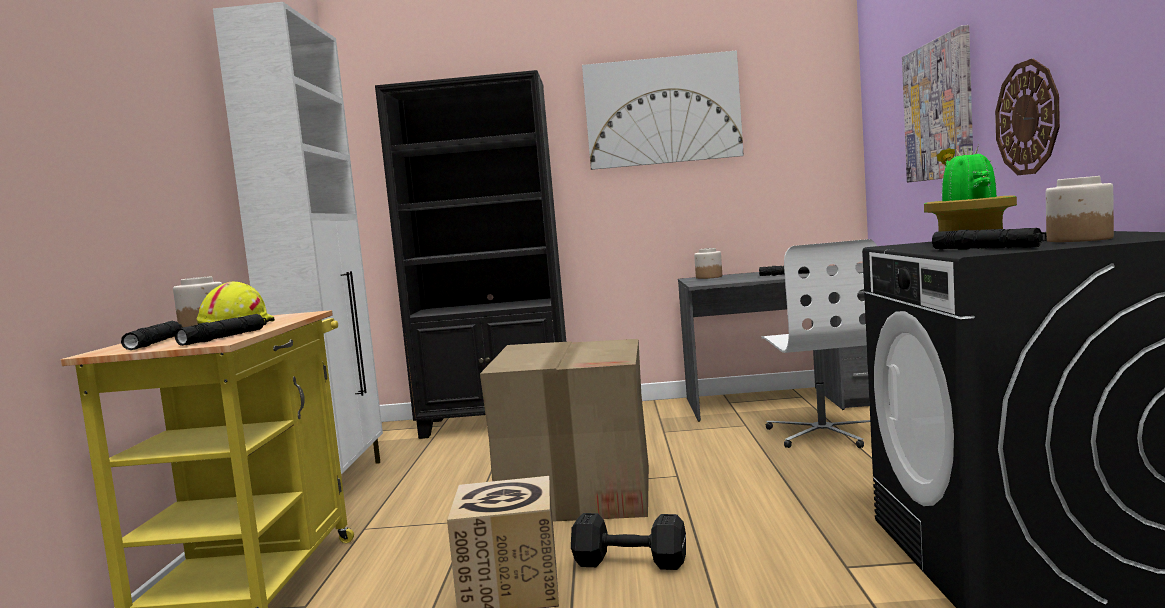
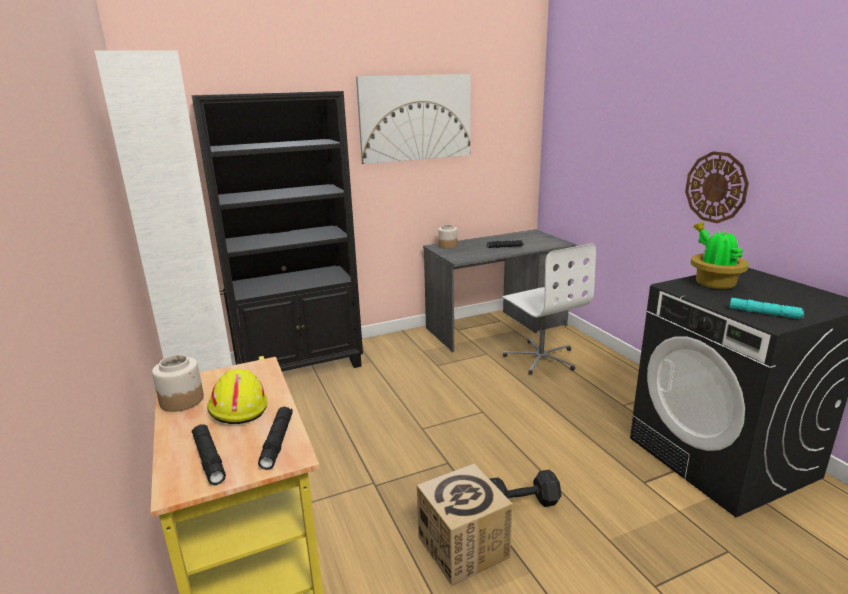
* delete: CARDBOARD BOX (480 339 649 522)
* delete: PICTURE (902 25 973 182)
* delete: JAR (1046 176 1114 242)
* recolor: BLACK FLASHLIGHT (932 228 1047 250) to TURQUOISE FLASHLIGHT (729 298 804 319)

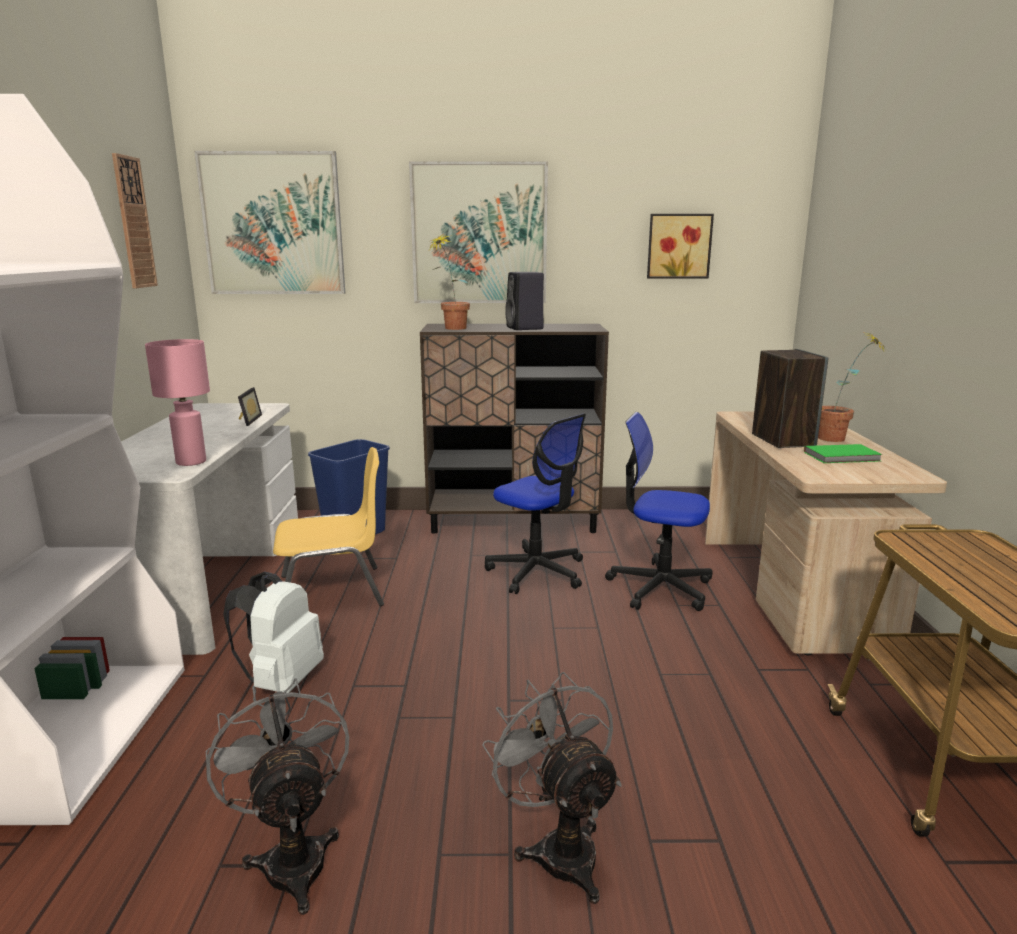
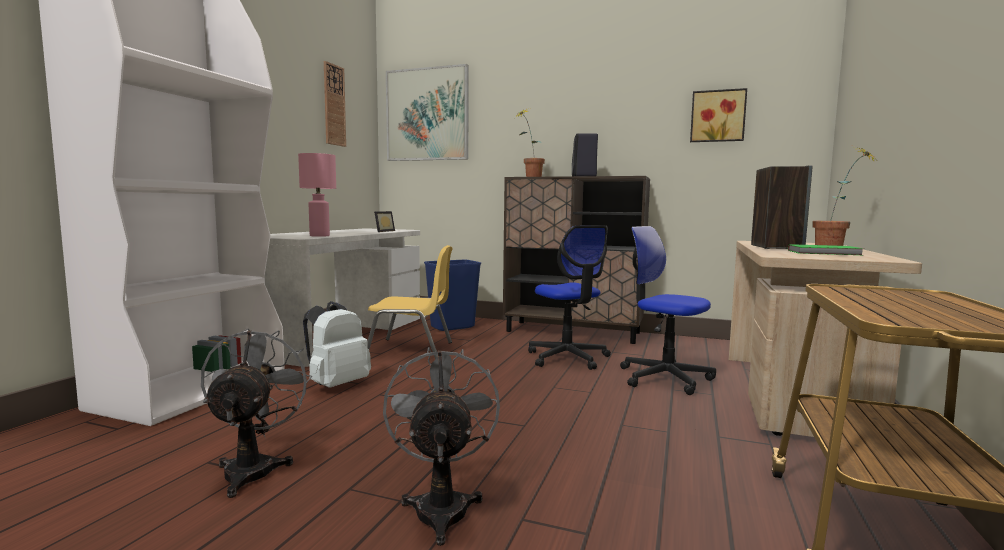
* delete: PICTURE (409 161 548 303)

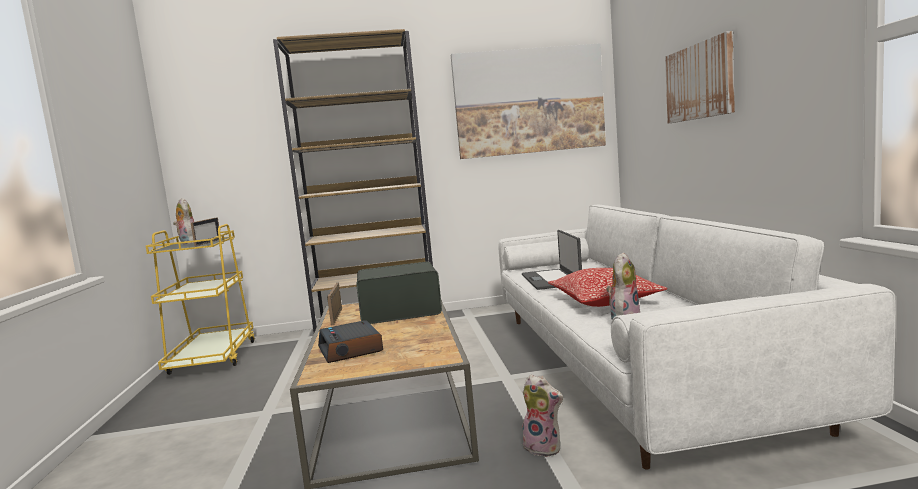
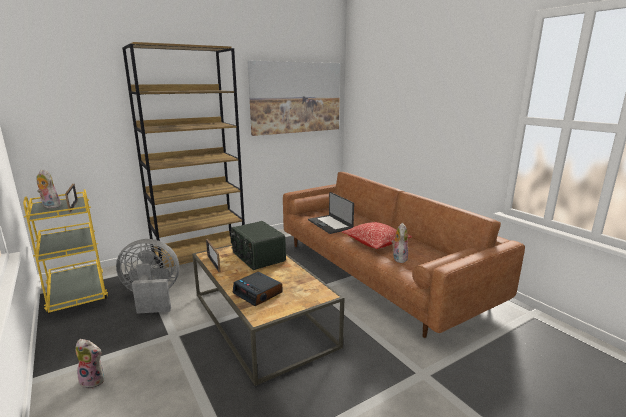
* delete: PICTURE (665 31 735 123)
* insert: GREY FAN (116 239 179 314)
* move: PLUSH TOY (522 374 563 457) to (76 339 104 388)
* recolor: WHITE SOFA (498 205 896 470) to BROWN SOFA (283 172 525 338)
* rotate: RADIO (356 262 442 324) = (230 221 286 270) 90 degrees counterclockwise

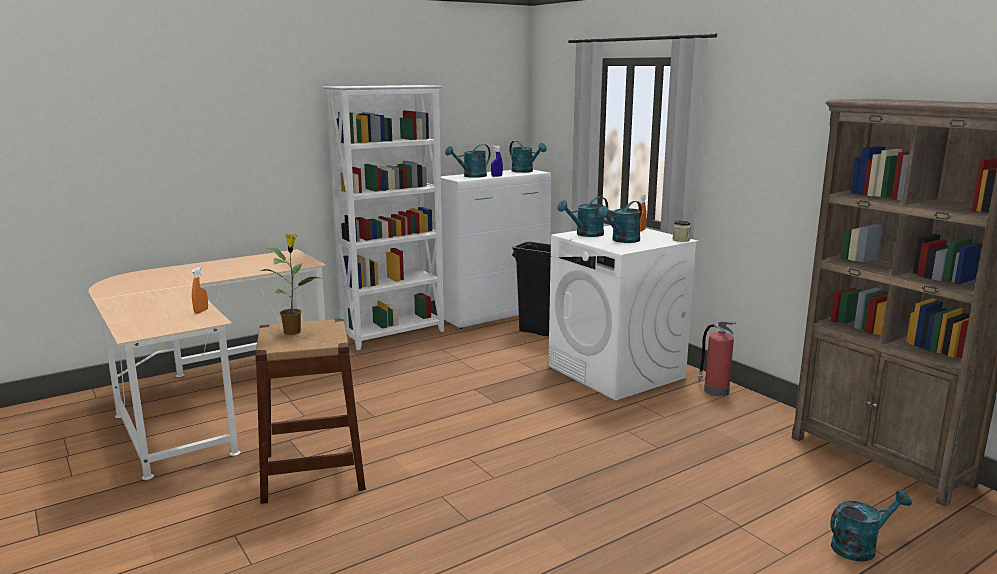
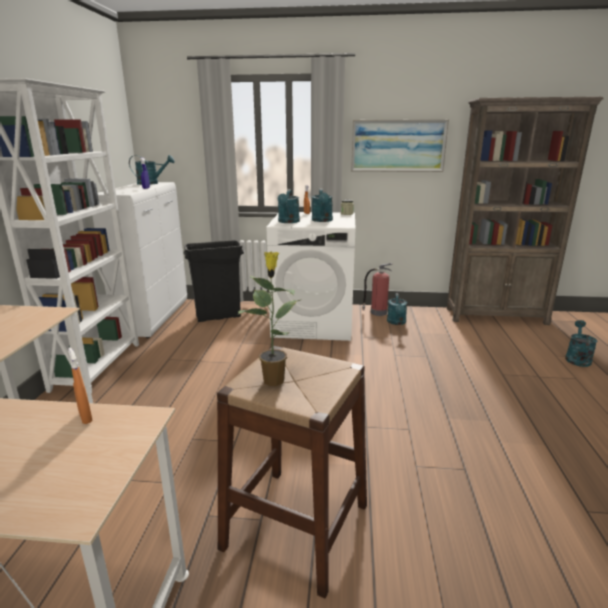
* insert: PICTURE (351 119 449 172)
* move: TURQUOISE WATERING CAN (445 144 490 178) to (387 293 407 325)

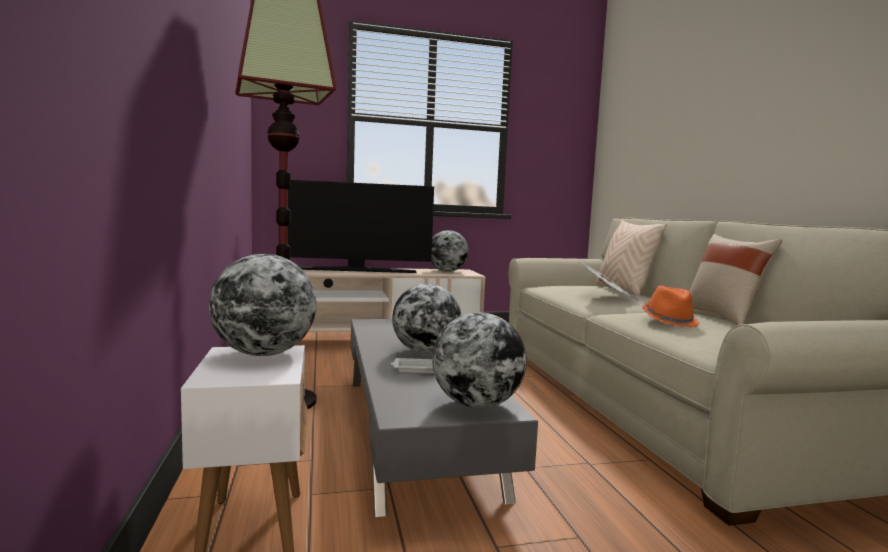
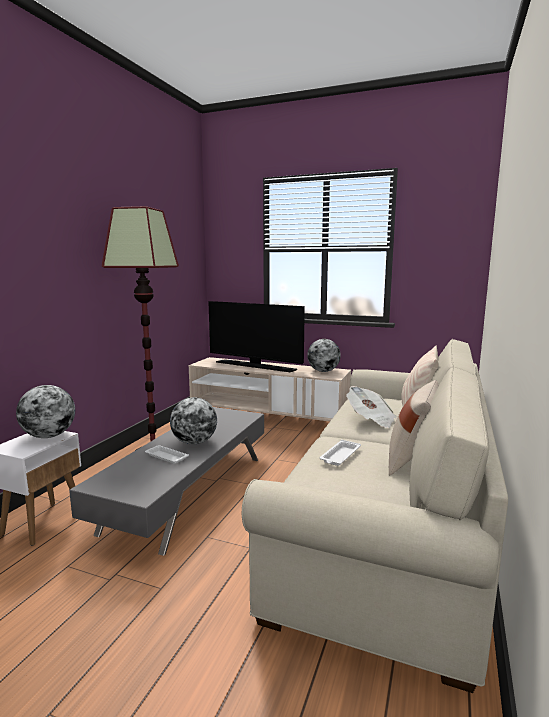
* delete: GLOBE (432 312 527 408)
* replace: ORANGE HAT (642 286 699 328) to WHITE TRAY (320 440 361 466)

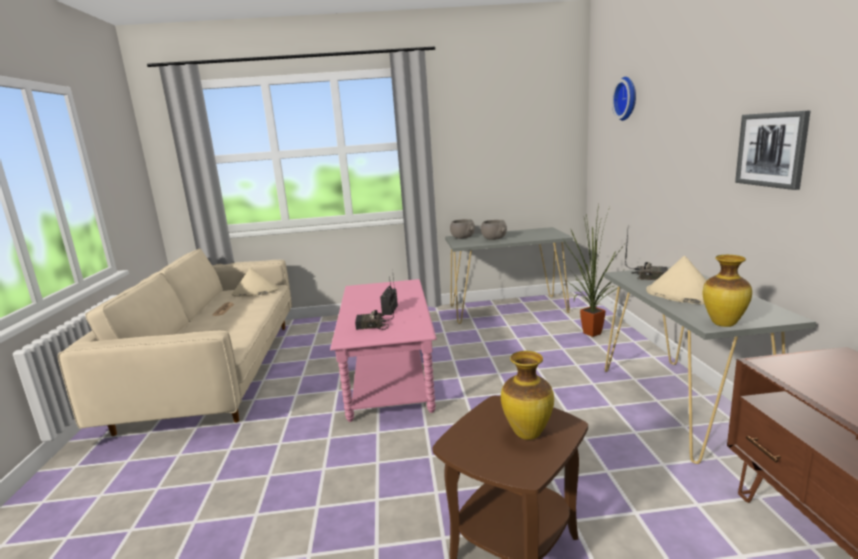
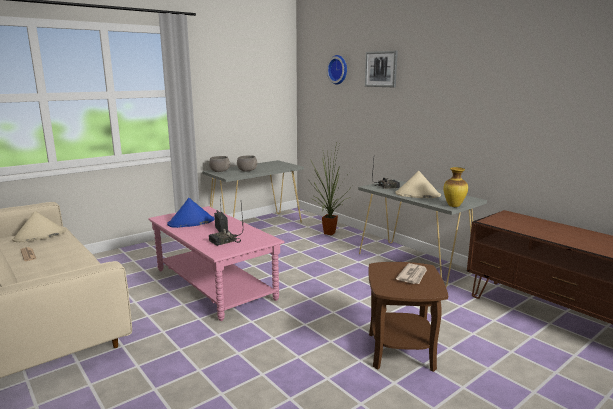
* insert: BLUE HAT (167 198 215 228)
* move: PICTURE (735 110 811 190) to (365 50 398 87)
* replace: VASE (501 351 554 440) to NEWSPAPER (396 263 427 284)

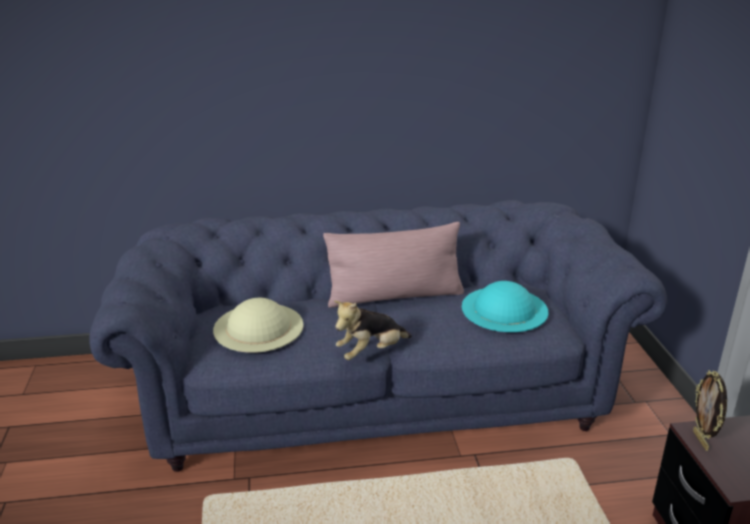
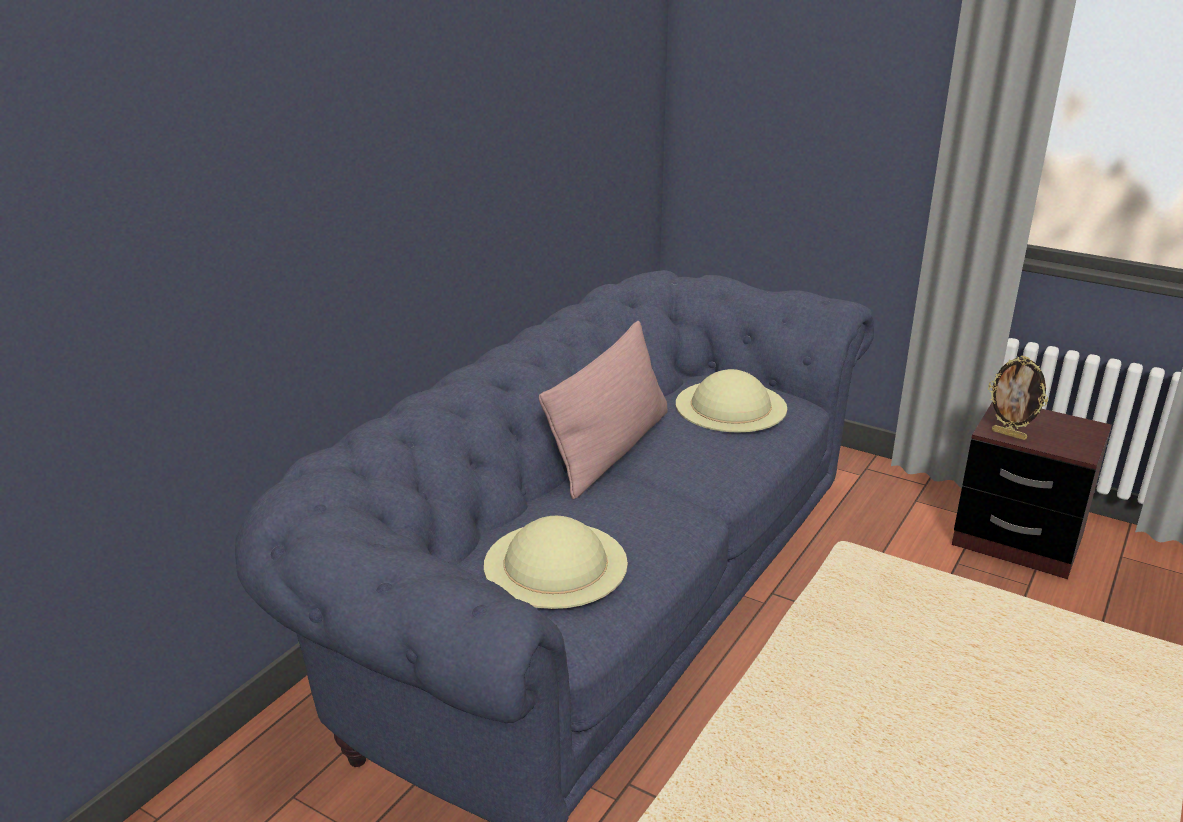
* delete: PLUSH TOY (334 301 412 360)
* recolor: TURQUOISE HAT (462 281 548 332) to BEIGE HAT (676 369 787 433)

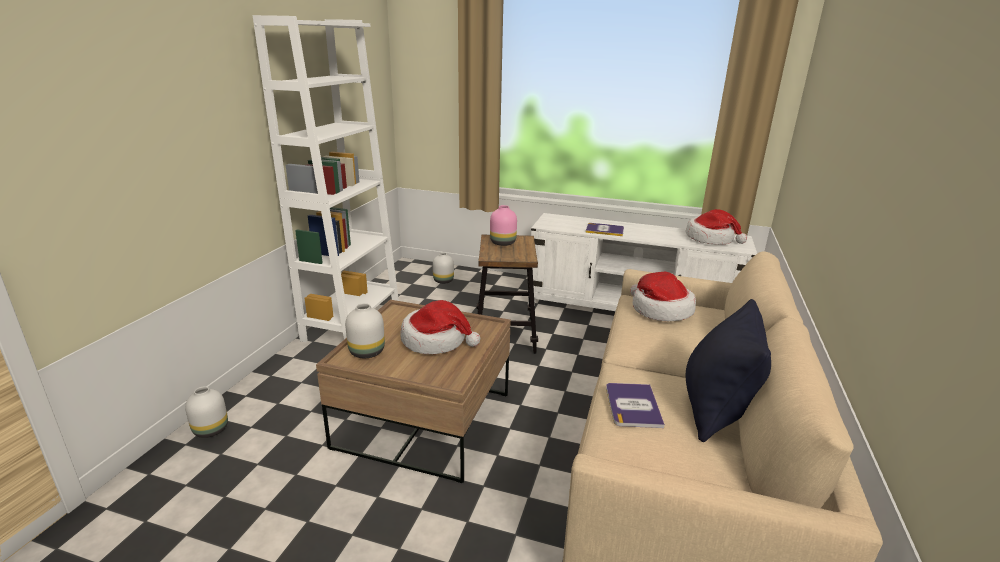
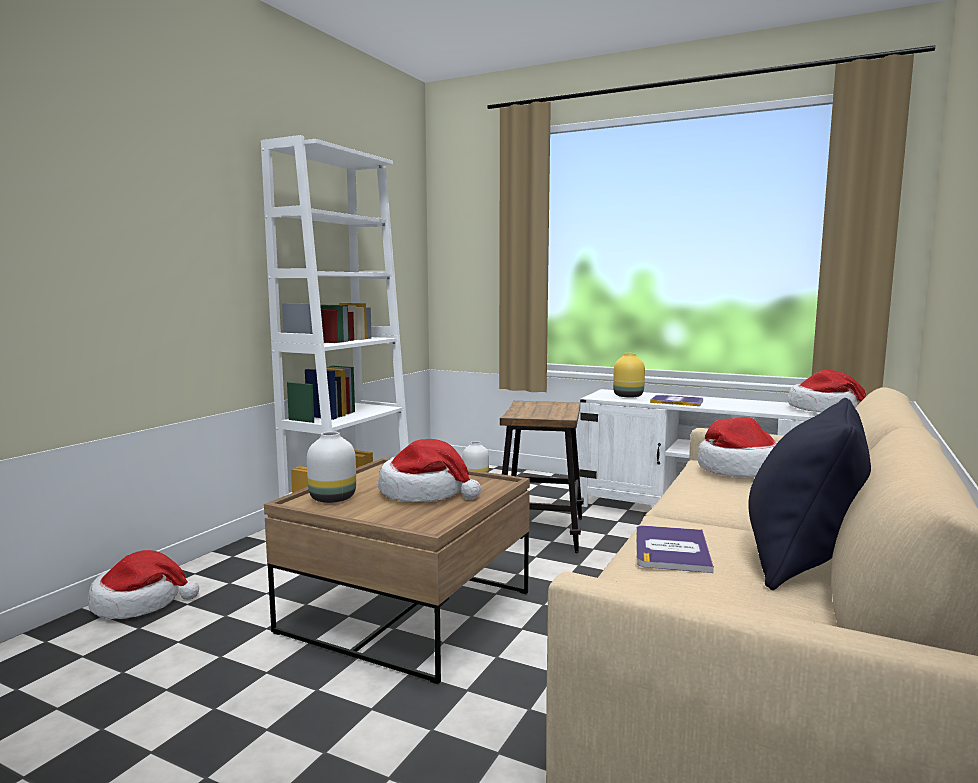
* delete: PINK VASE (490 205 517 246)
* insert: YELLOW VASE (613 353 645 398)
* replace: WHITE VASE (185 386 228 438) to HAT (88 550 199 619)

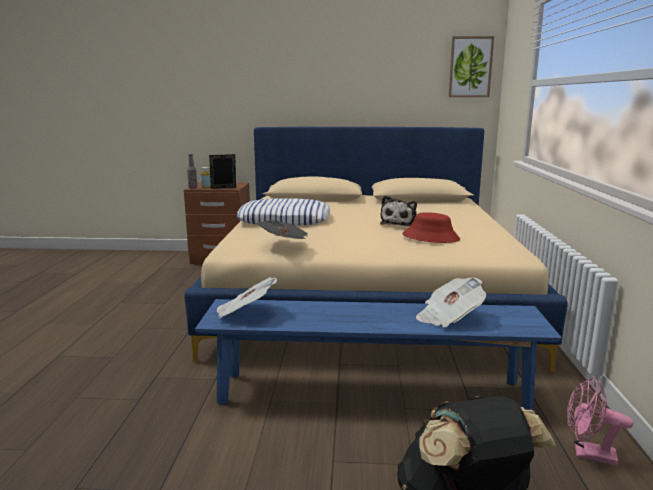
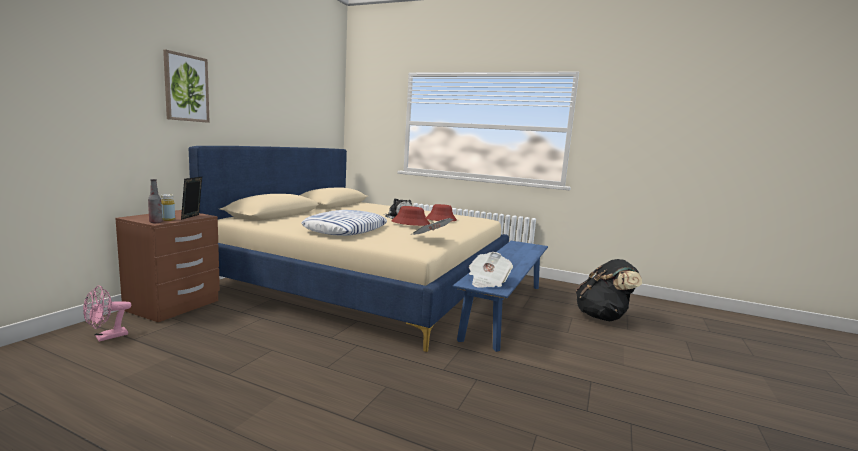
* delete: NEWSPAPER (416 277 486 327)
* insert: RED HAT (391 206 430 226)
* move: PICTURE (448 36 494 97) to (163 50 210 123)
* move: PINK FAN (567 377 634 466) to (83 285 131 342)

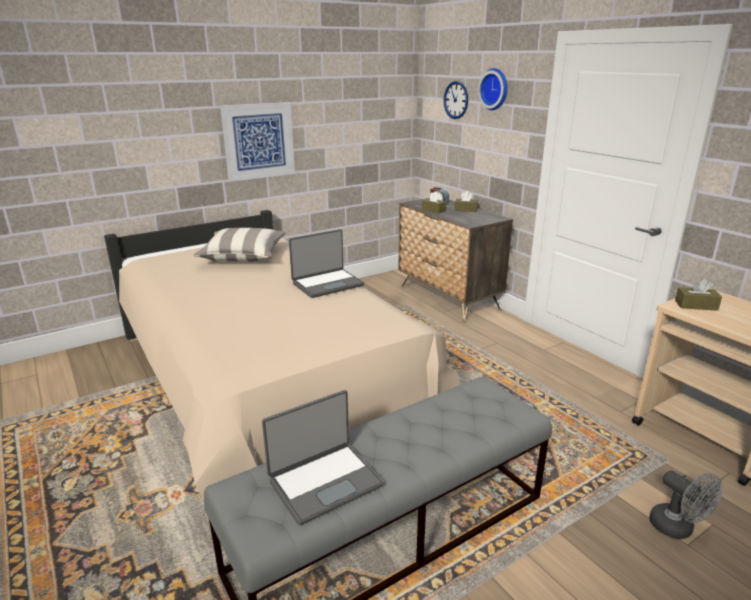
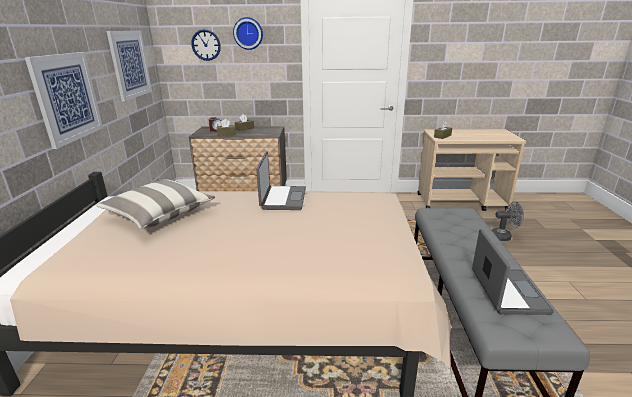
* insert: PICTURE (107 31 152 101)

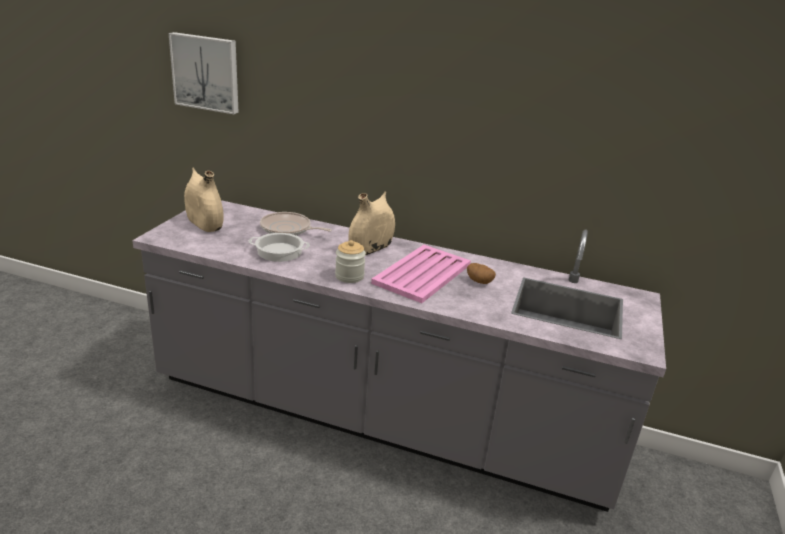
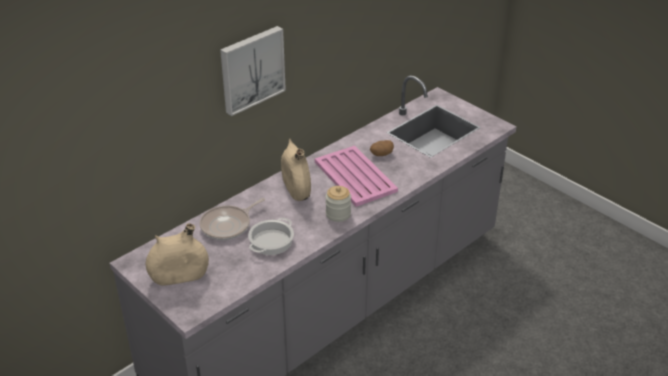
* move: PICTURE (169 32 239 114) to (220 26 286 116)

